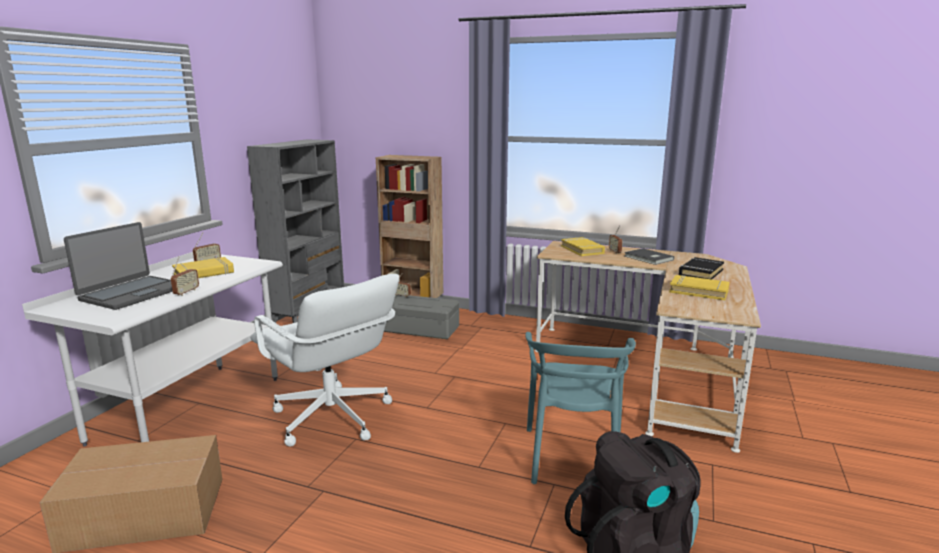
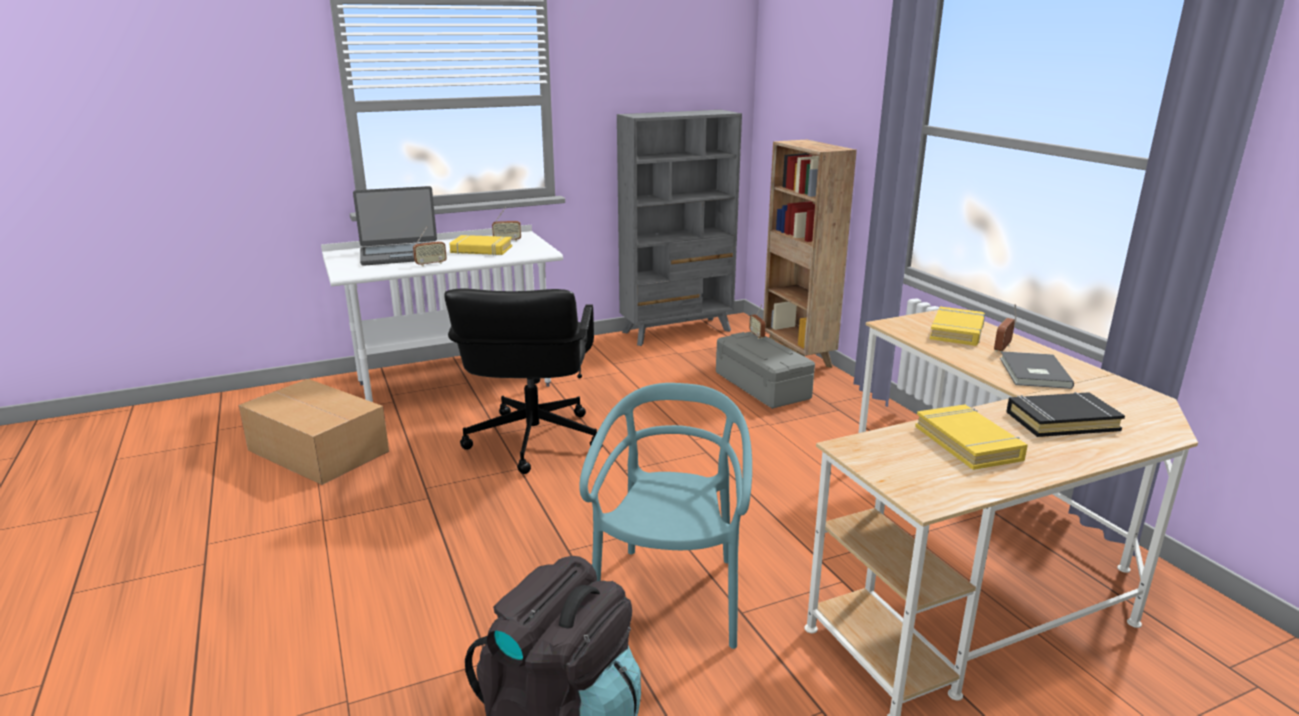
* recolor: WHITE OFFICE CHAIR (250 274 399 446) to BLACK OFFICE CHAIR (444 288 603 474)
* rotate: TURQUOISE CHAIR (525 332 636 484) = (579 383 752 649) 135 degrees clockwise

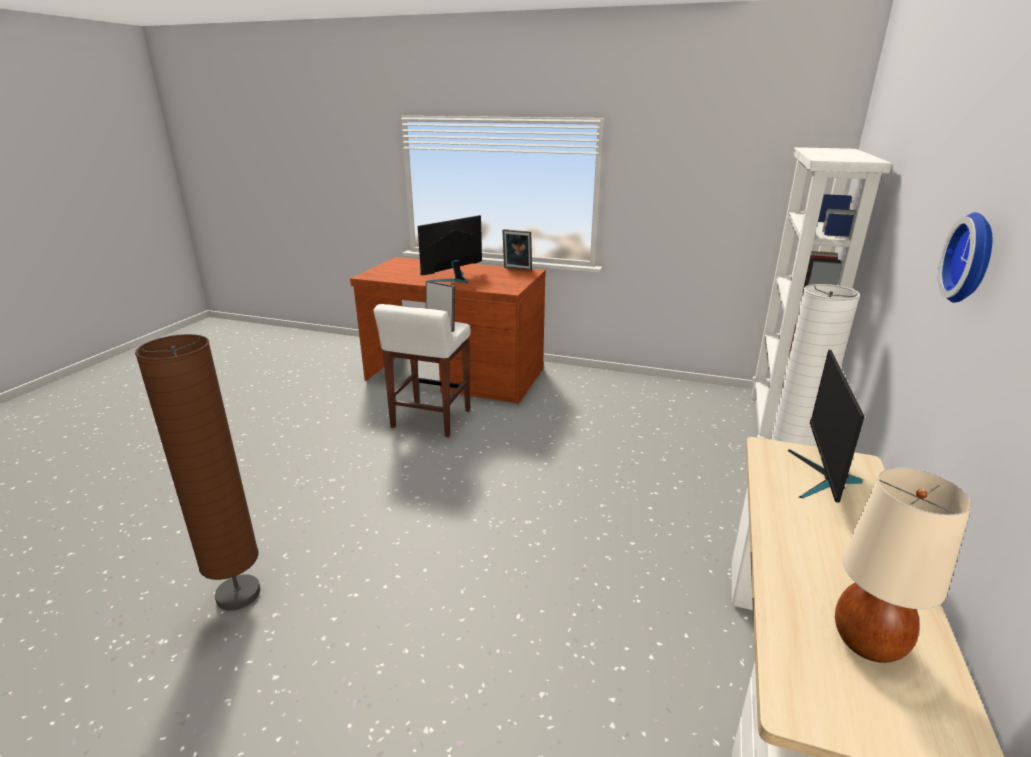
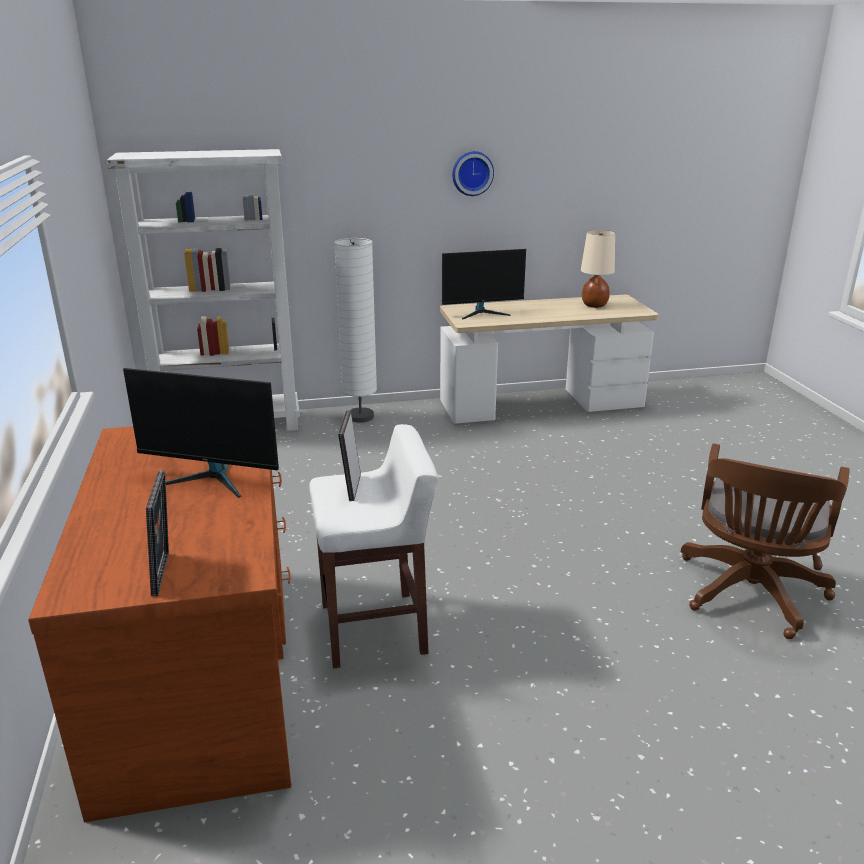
* move: PICTURE FRAME (502 229 532 271) to (146 471 169 596)
* replace: BROWN FLOOR LAMP (135 334 260 611) to BROWN OFFICE CHAIR (681 443 849 639)

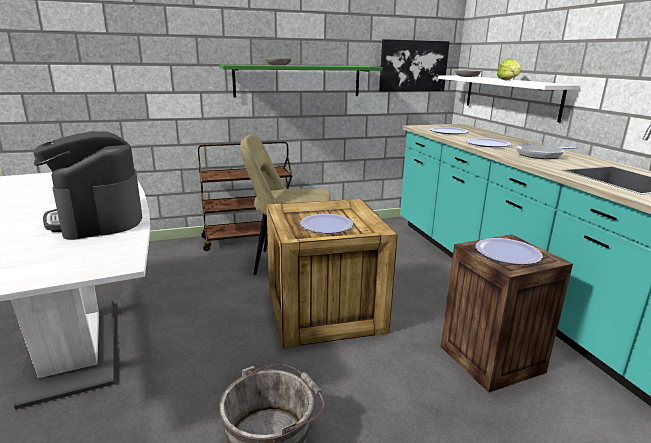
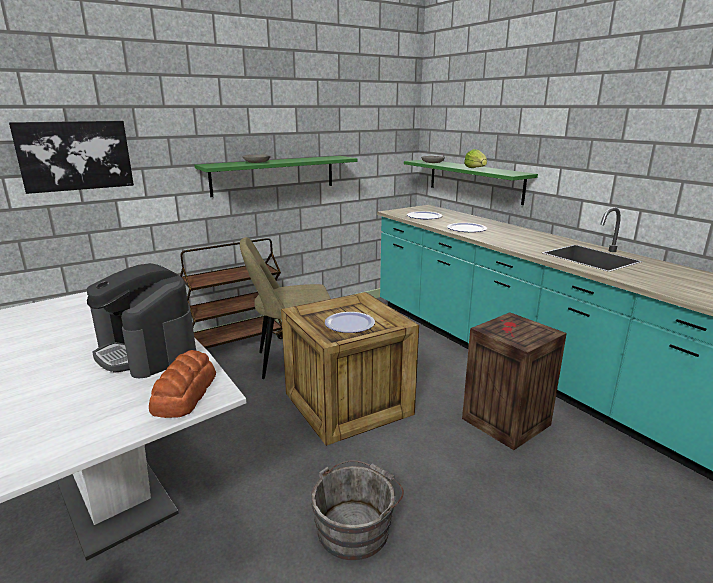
* delete: PLATE (476 238 543 265)
* delete: FRYING PAN (516 144 578 159)
* insert: BREAD (149 350 216 418)
* move: PICTURE (379 39 449 92) to (9 121 134 194)
* recolor: WHITE SHELF (438 76 579 122) to GREEN SHELF (404 160 538 205)

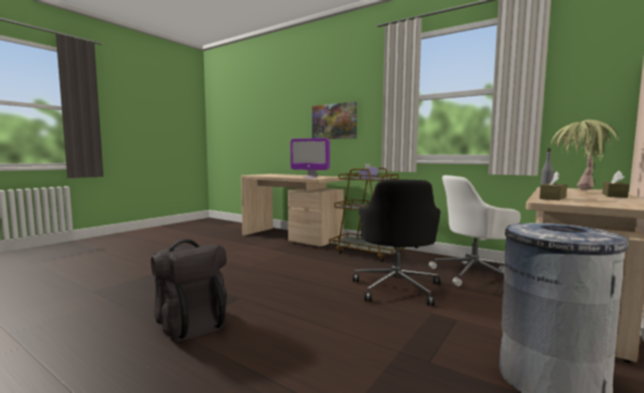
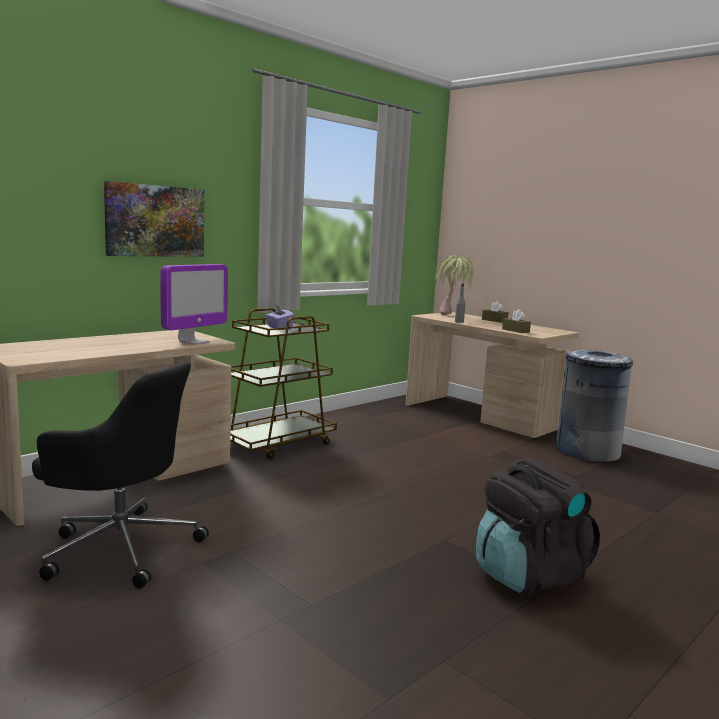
* delete: WHITE OFFICE CHAIR (429 175 521 287)
* move: BLACK OFFICE CHAIR (353 180 441 306) to (32 362 209 589)

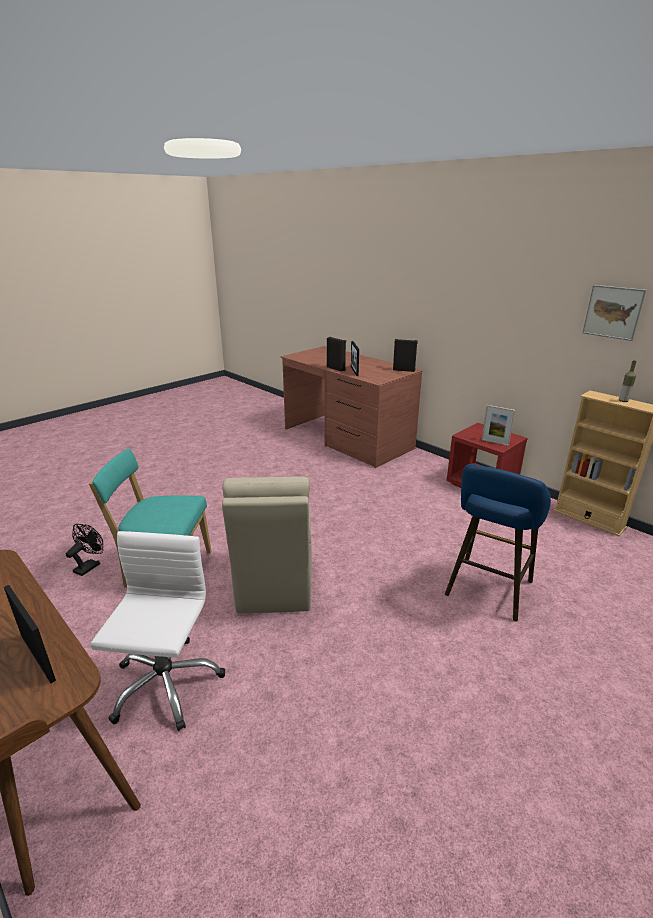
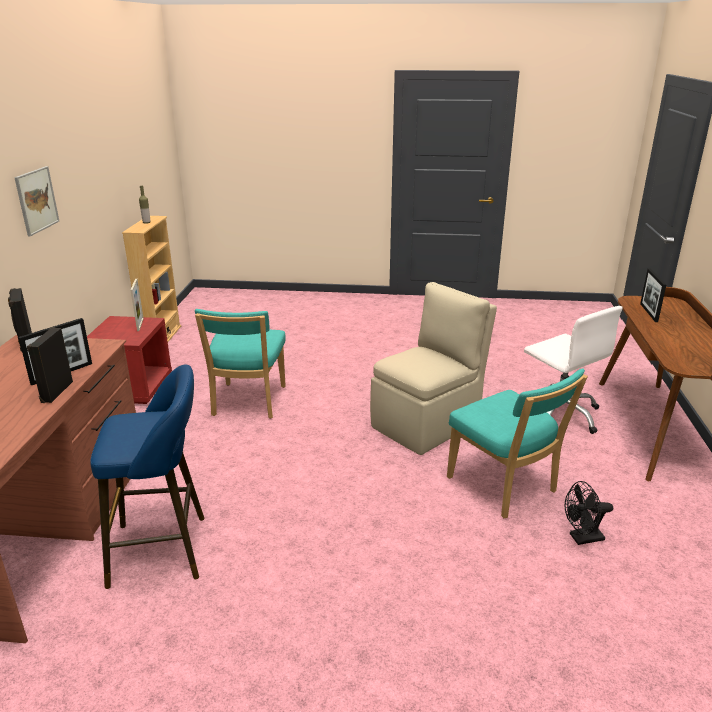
* insert: TURQUOISE CHAIR (195 309 286 419)
* move: BLUE STOOL (445 464 551 621) to (90 365 204 589)
* move: PICTURE (582 285 647 341) to (14 166 59 236)
* rotate: WHITE OFFICE CHAIR (90 531 225 731) = (524 306 623 434) 90 degrees counterclockwise

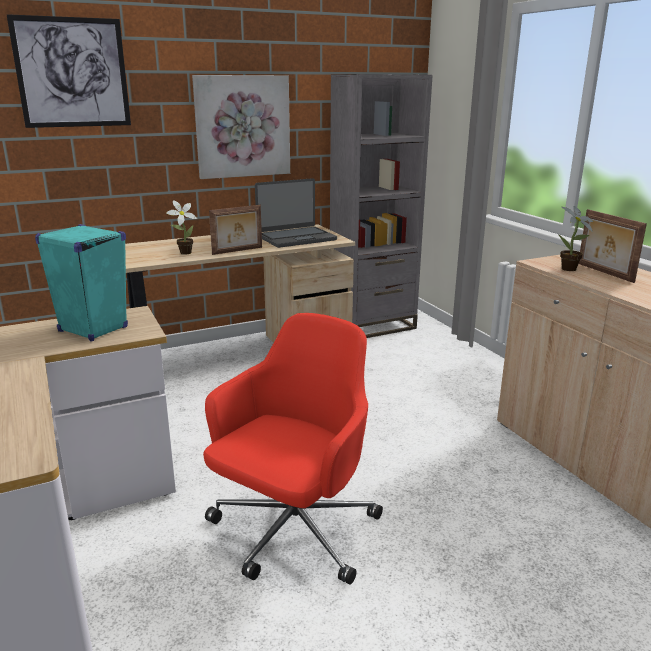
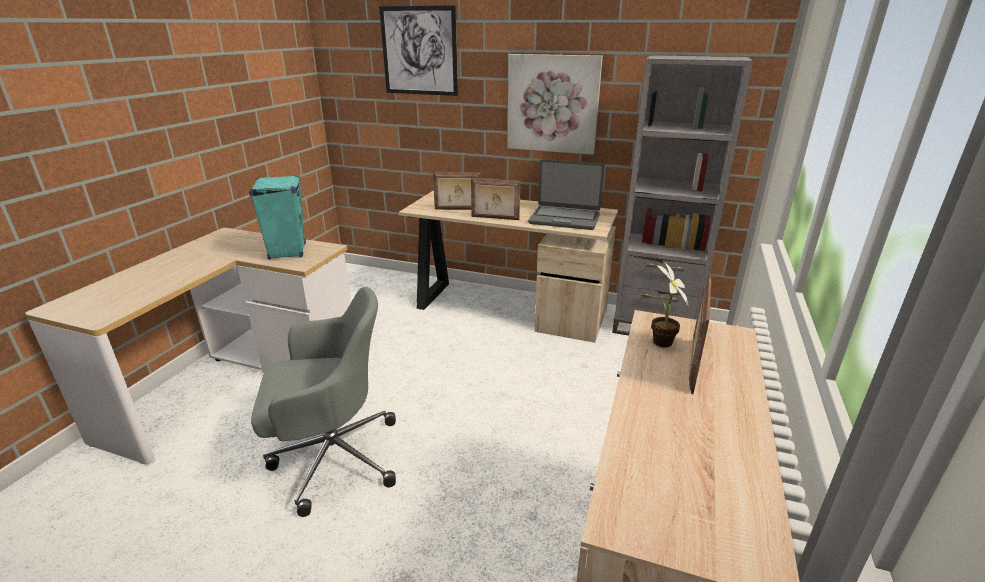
* replace: POTTED PLANT (166 200 197 255) to PICTURE FRAME (433 172 481 210)
* recolor: RED OFFICE CHAIR (203 313 383 585) to GREY OFFICE CHAIR (251 287 396 517)

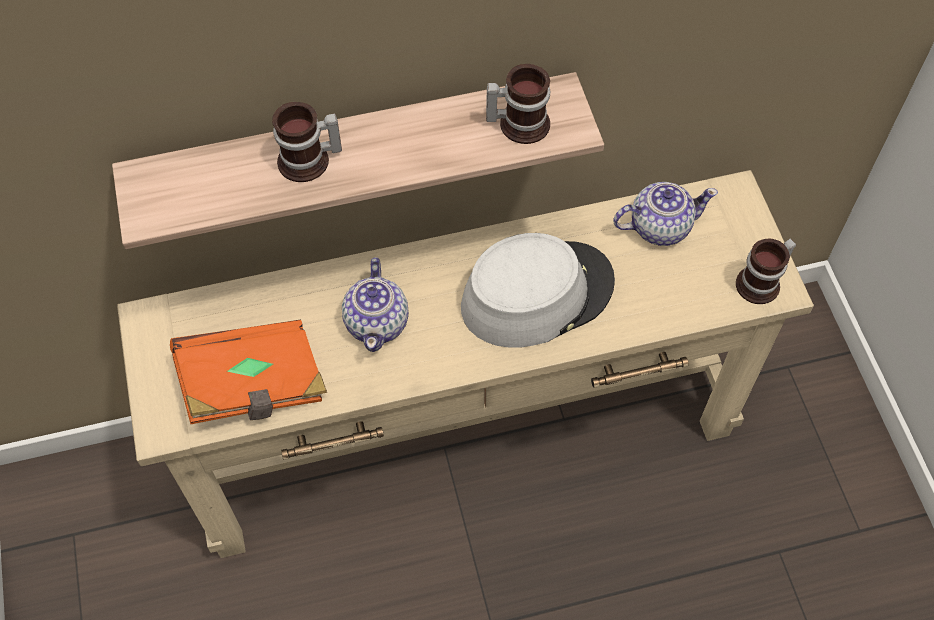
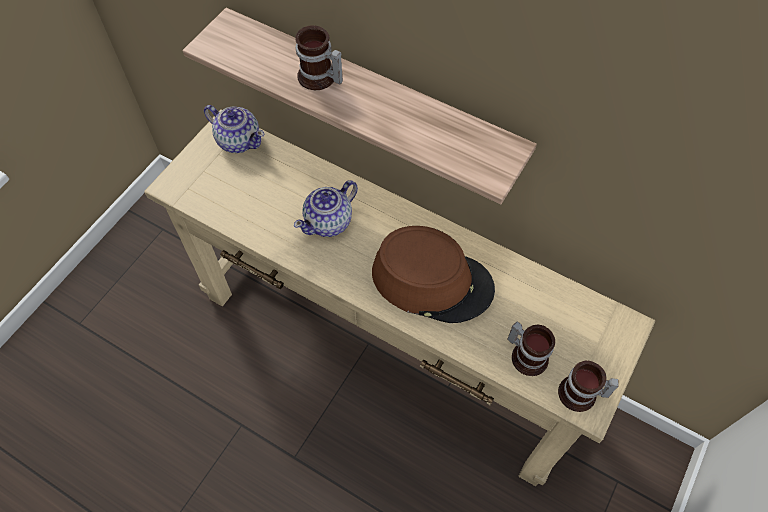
* delete: ORANGE BOOK (170 320 327 424)
* move: MUG (486 64 550 144) to (507 321 555 376)
* move: TEAPOT (613 182 718 246) to (204 105 265 153)
* recolor: GREY HAT (461 233 615 348) to BROWN HAT (372 226 495 323)

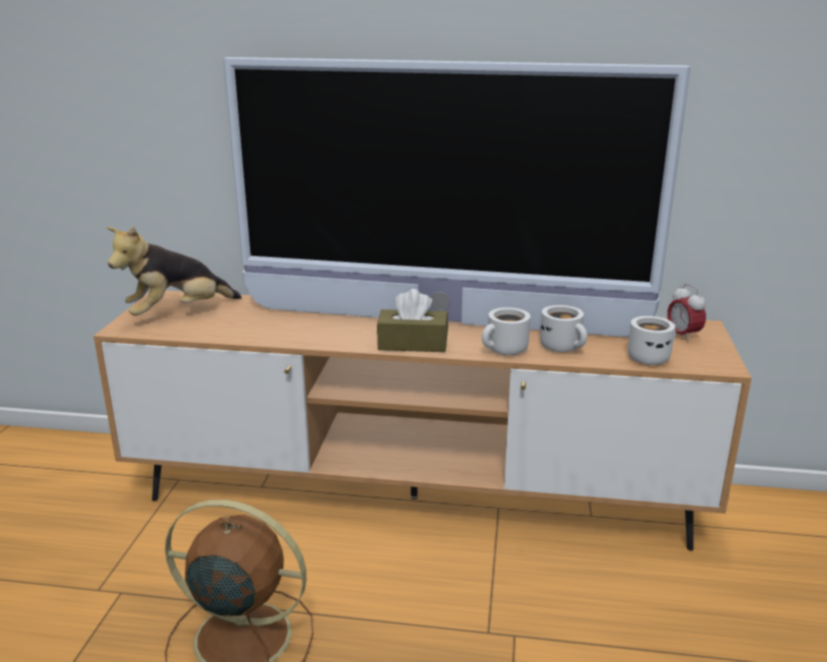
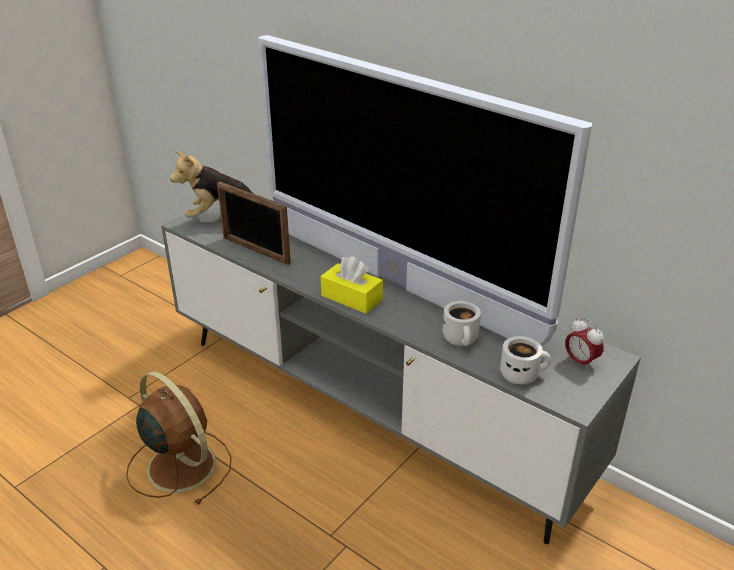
* delete: WHITE MUG (482 307 530 355)
* insert: PICTURE FRAME (217 181 291 265)
* recolor: BROWN TV STAND (94 291 751 551) to GREY TV STAND (161 200 641 544)
* recolor: BROWN TISSUE BOX (377 289 448 352) to YELLOW TISSUE BOX (321 256 383 314)
* rotate: ALARM CLOCK (667 284 706 342) = (565 318 604 371) 45 degrees counterclockwise

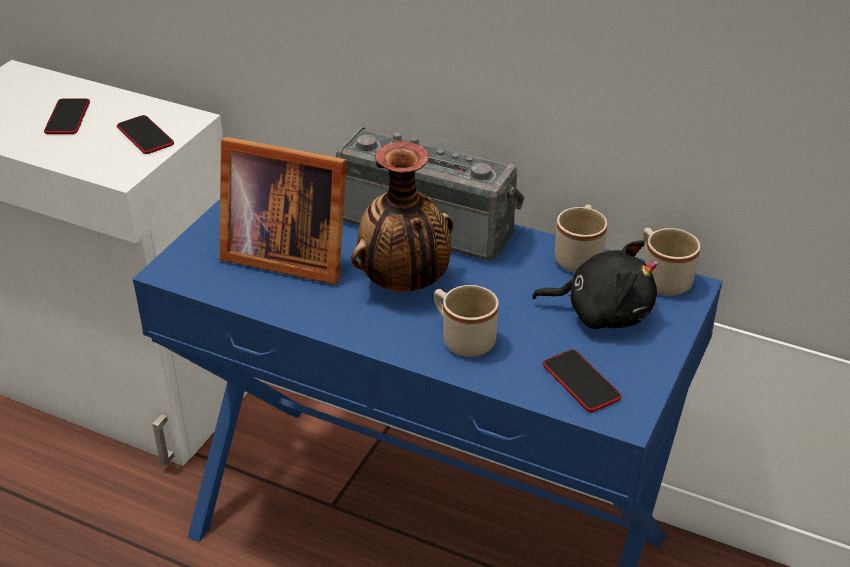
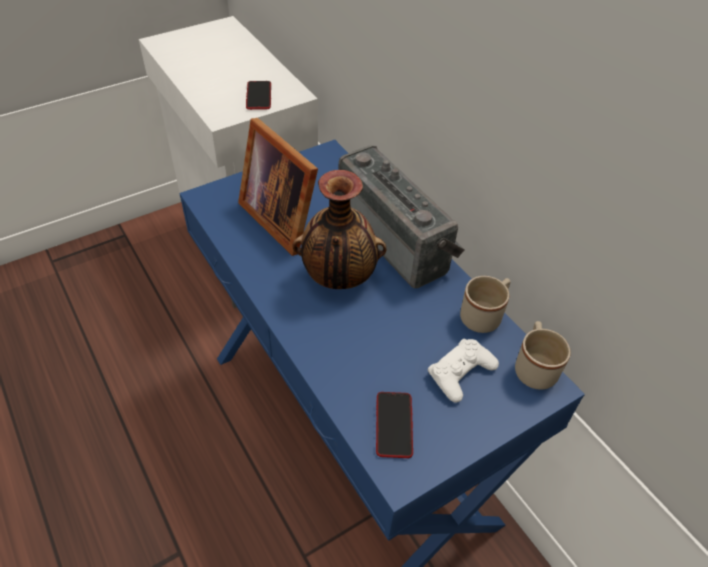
* delete: PHONE (44 98 90 134)
* delete: BEIGE MUG (434 285 499 357)
* replace: BLACK PLUSH TOY (532 240 658 329) to WHITE GAME CONTROLLER (428 339 499 403)

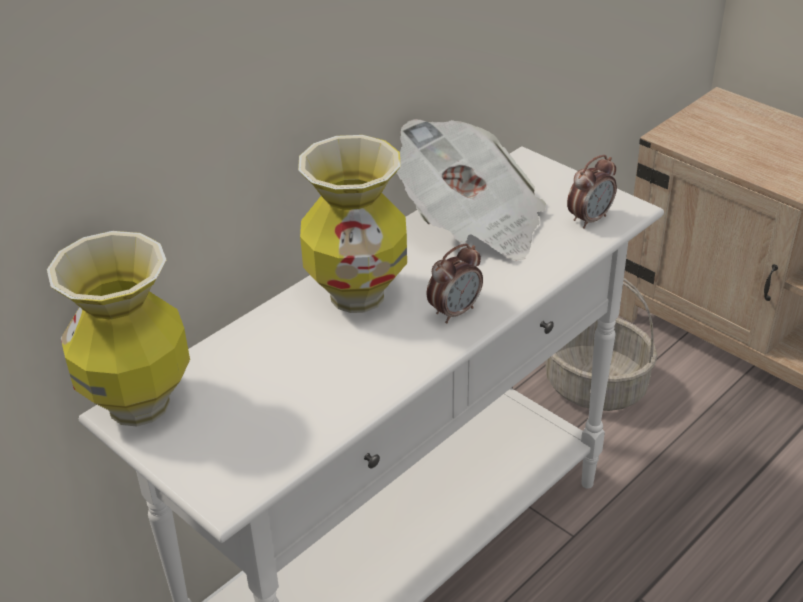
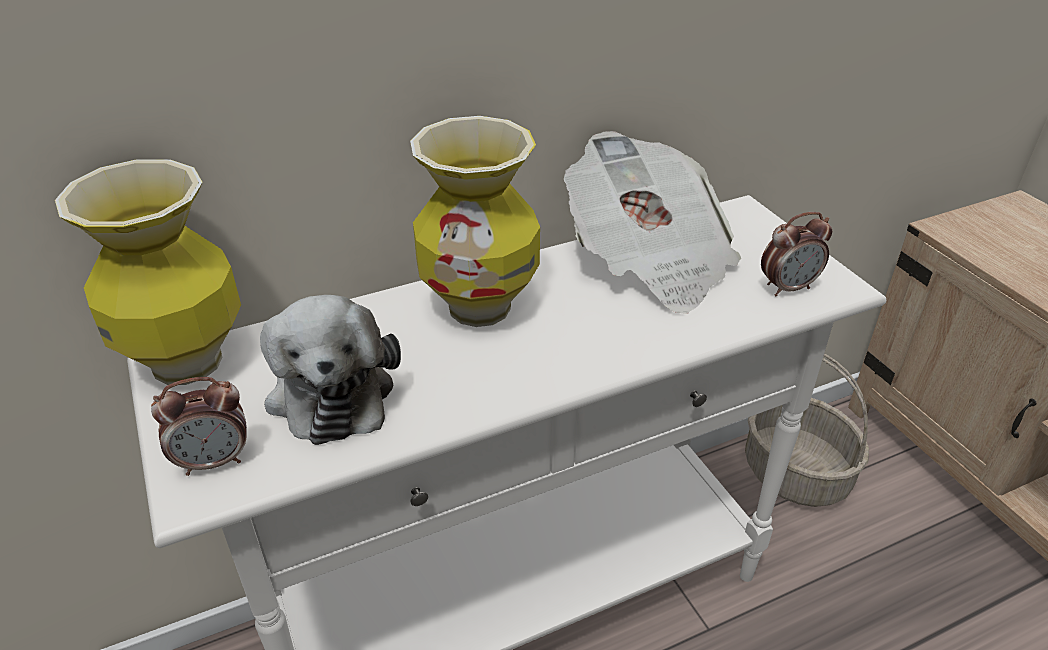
* insert: PLUSH TOY (260 295 401 445)
* move: ALARM CLOCK (427 243 483 323) to (151 377 247 476)

